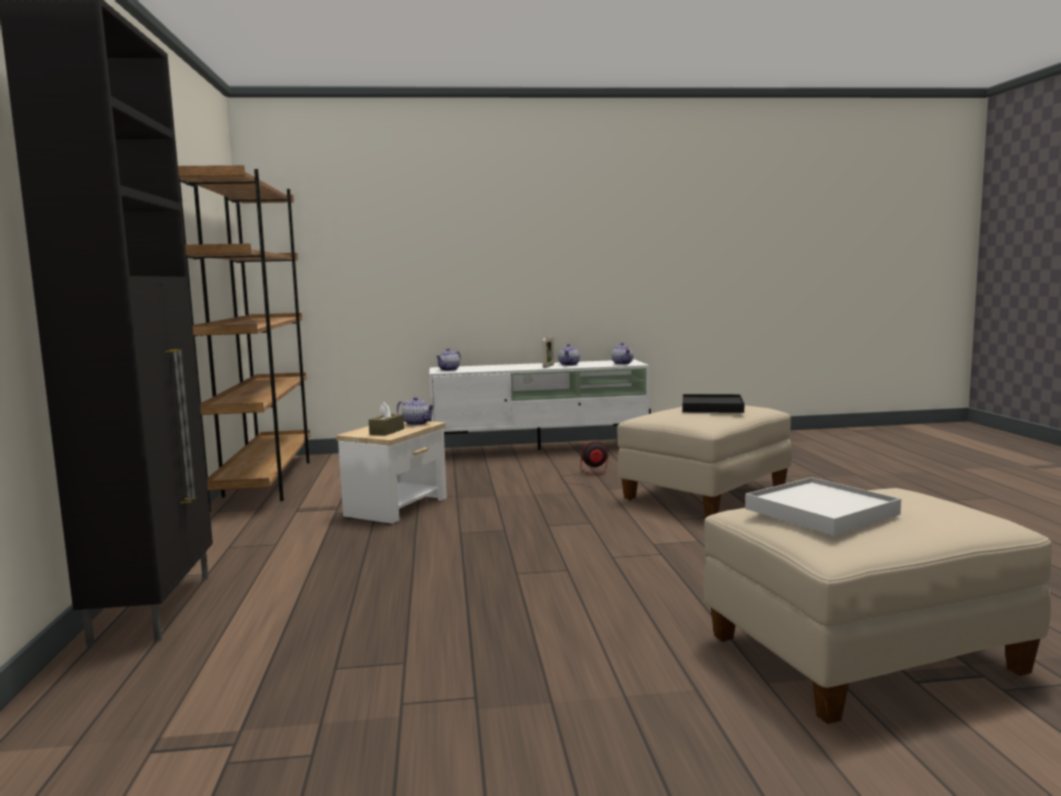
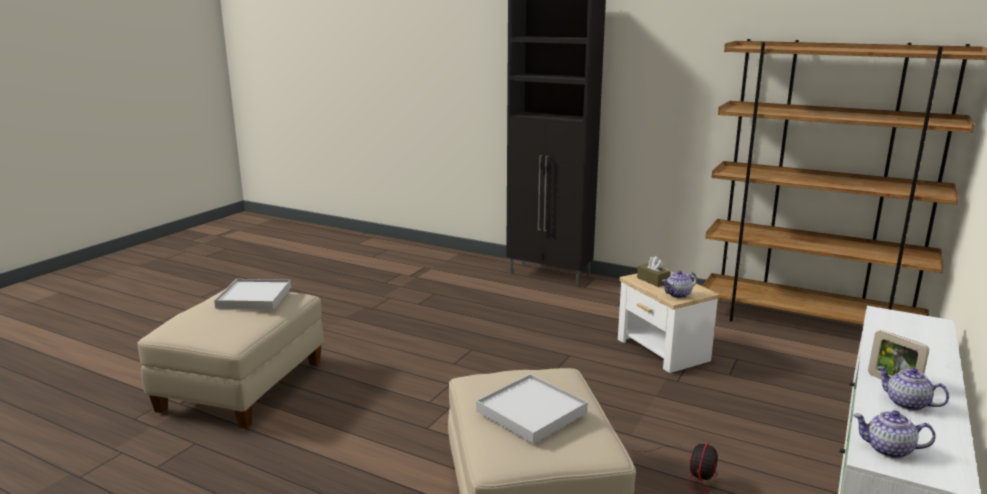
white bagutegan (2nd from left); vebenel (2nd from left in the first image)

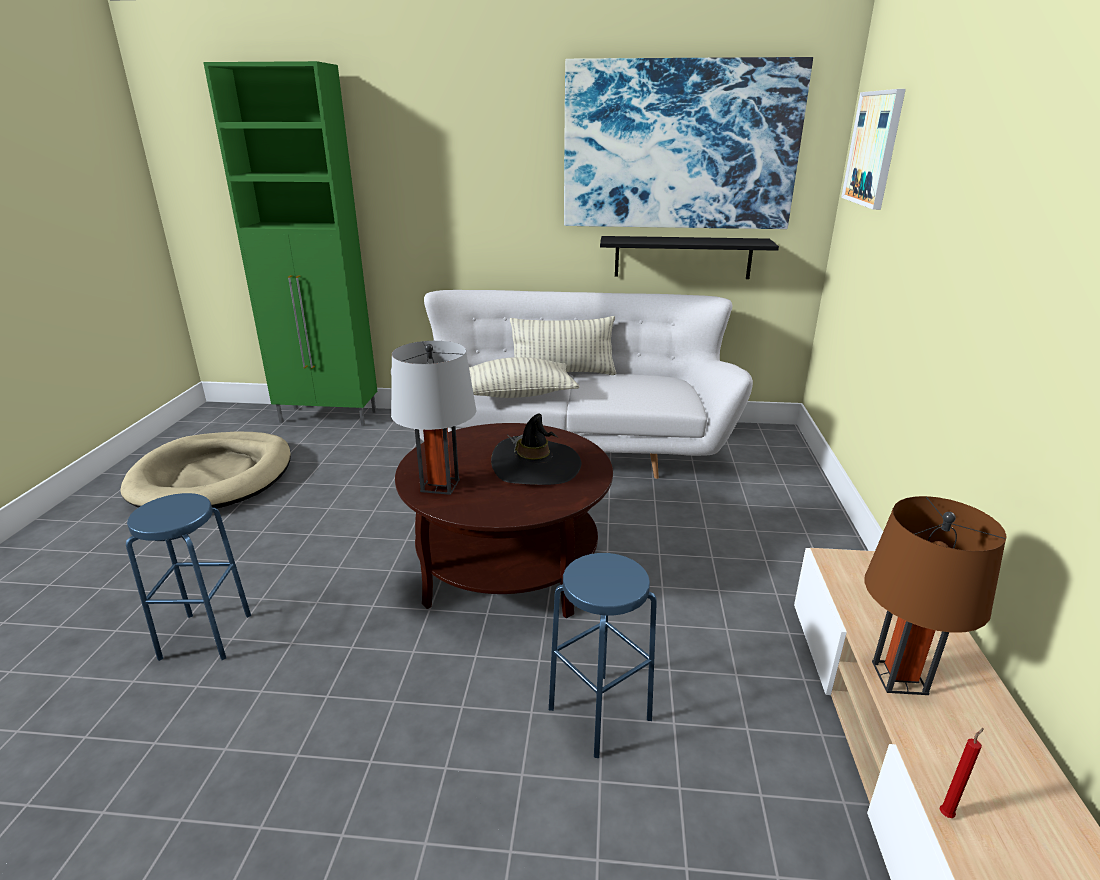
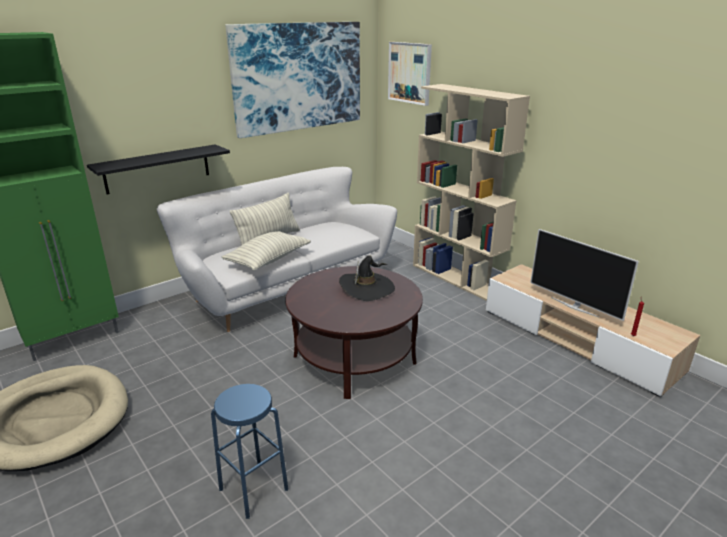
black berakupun; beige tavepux; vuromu; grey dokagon; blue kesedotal (2nd from left in the first image)

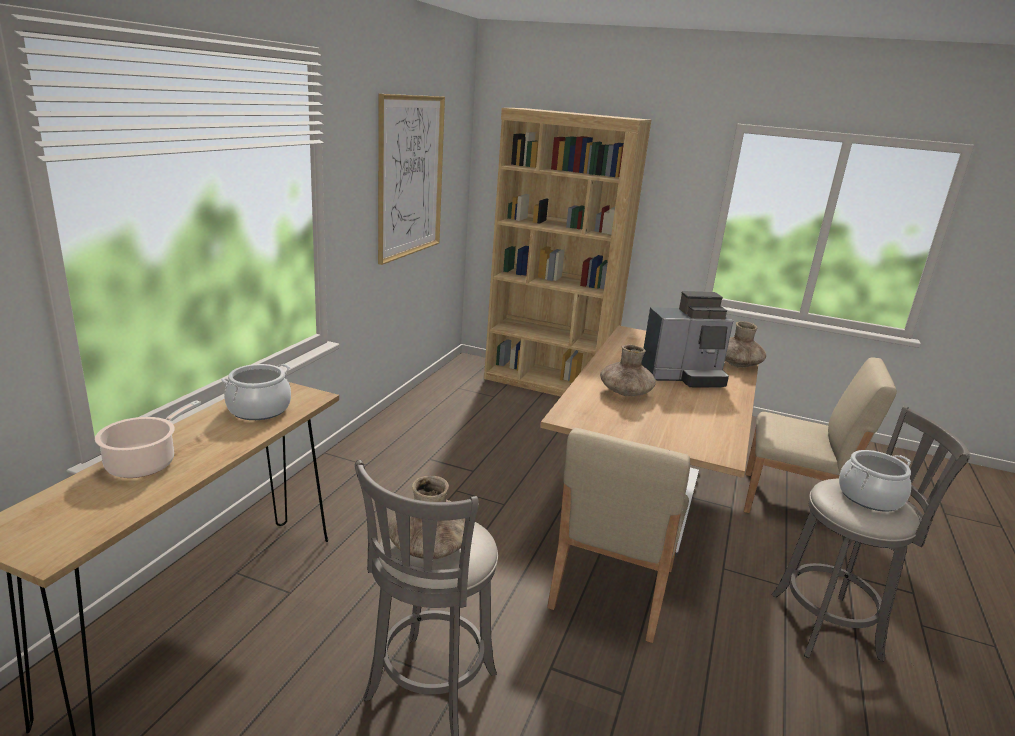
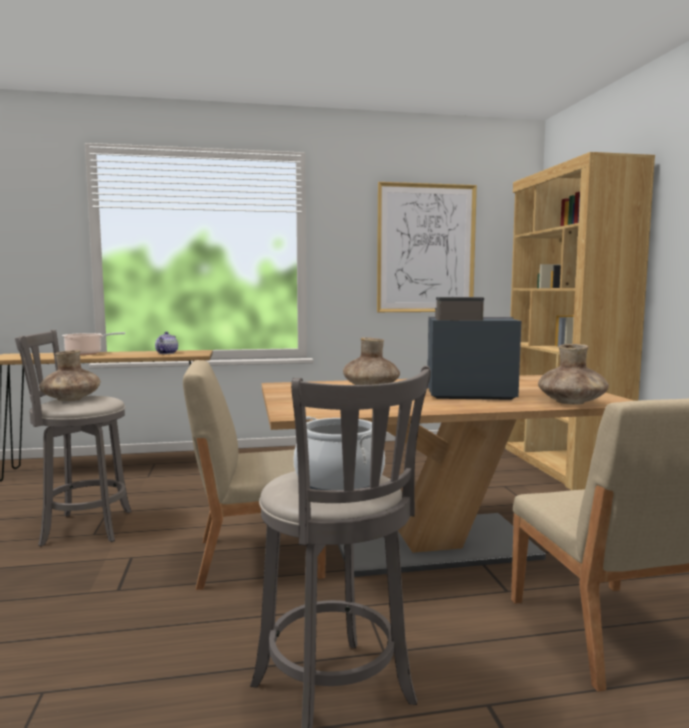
vebenel; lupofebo

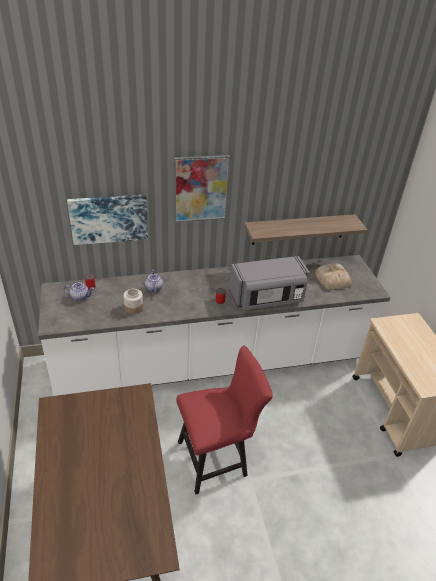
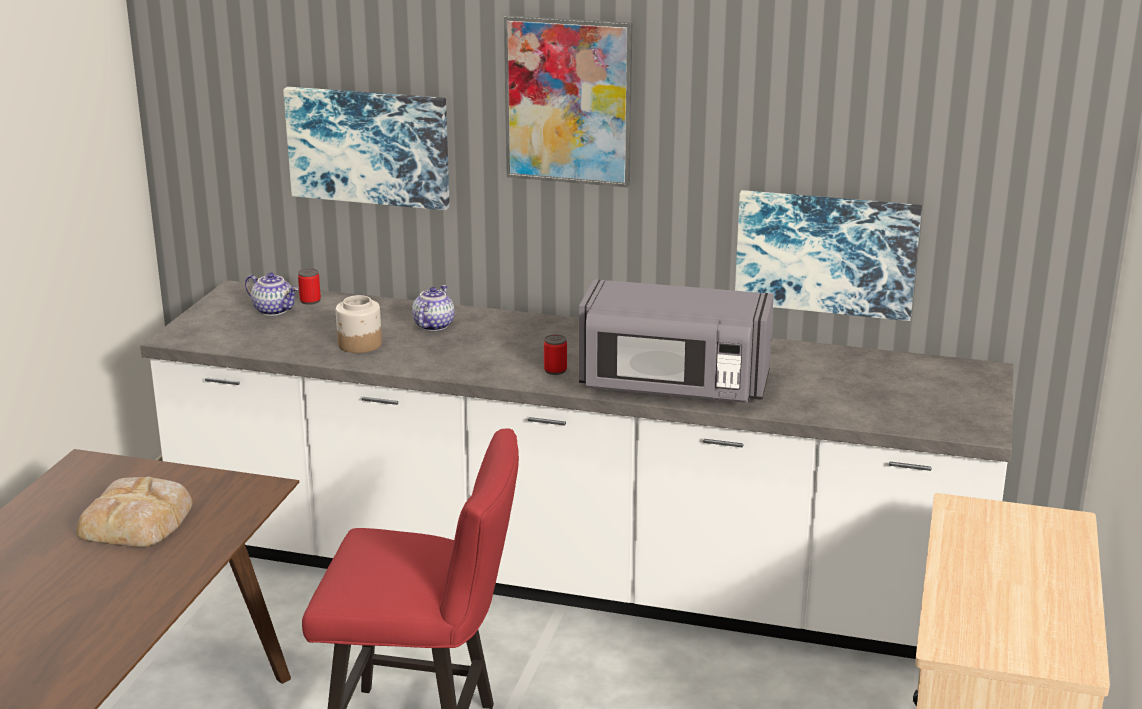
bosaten; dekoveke (3rd from left)

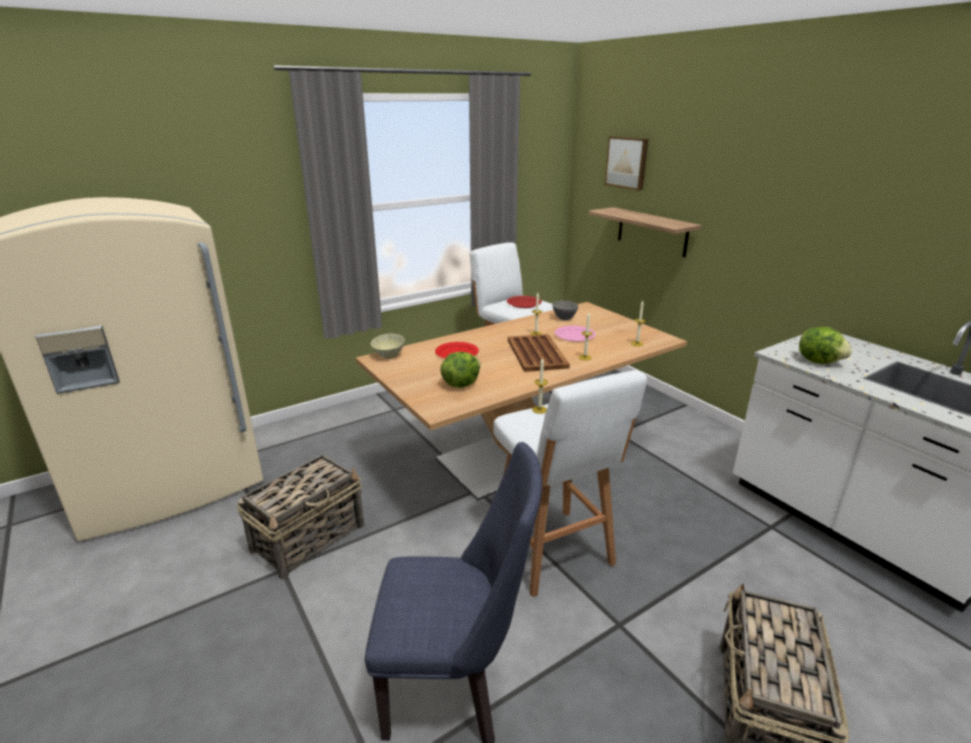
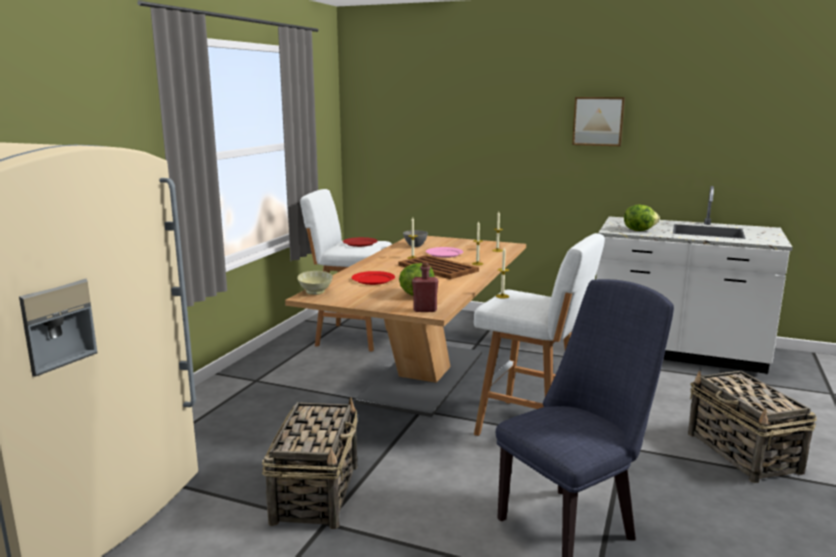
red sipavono; dekoveke; berakupun

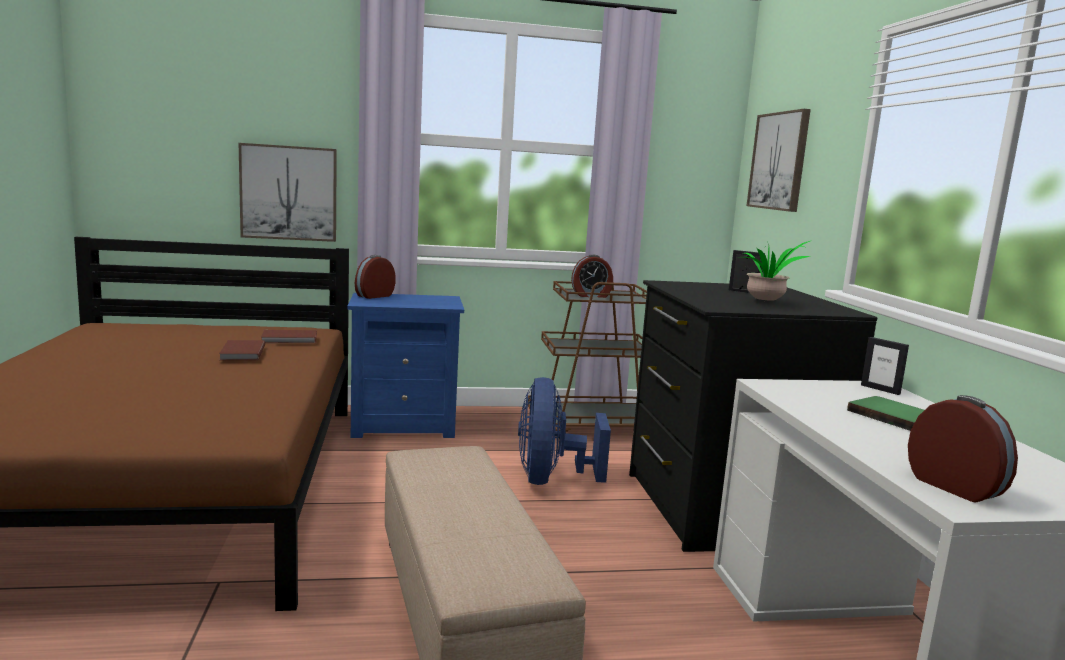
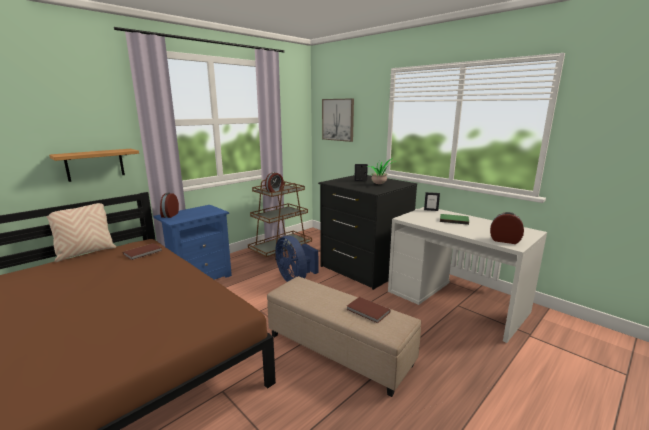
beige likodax; berakupun; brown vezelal (2nd from left)

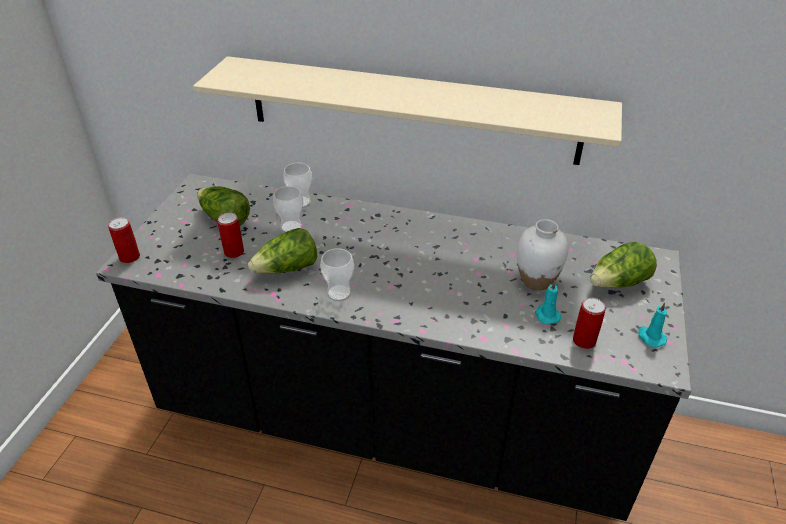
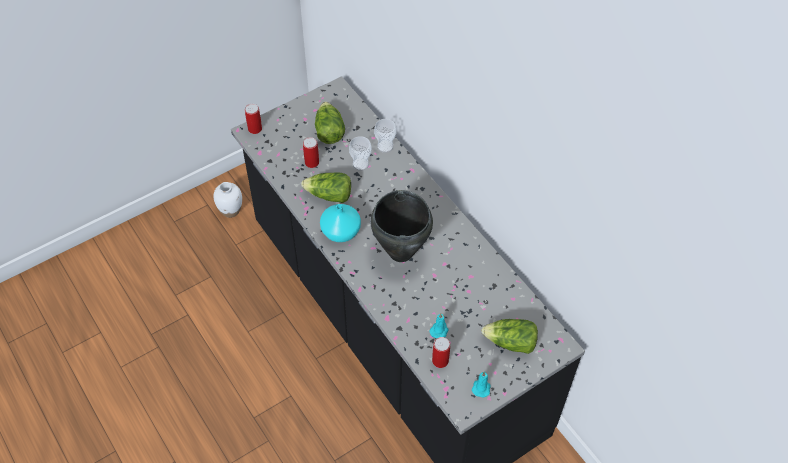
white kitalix; turquoise kitalix; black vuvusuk; beige berakupun

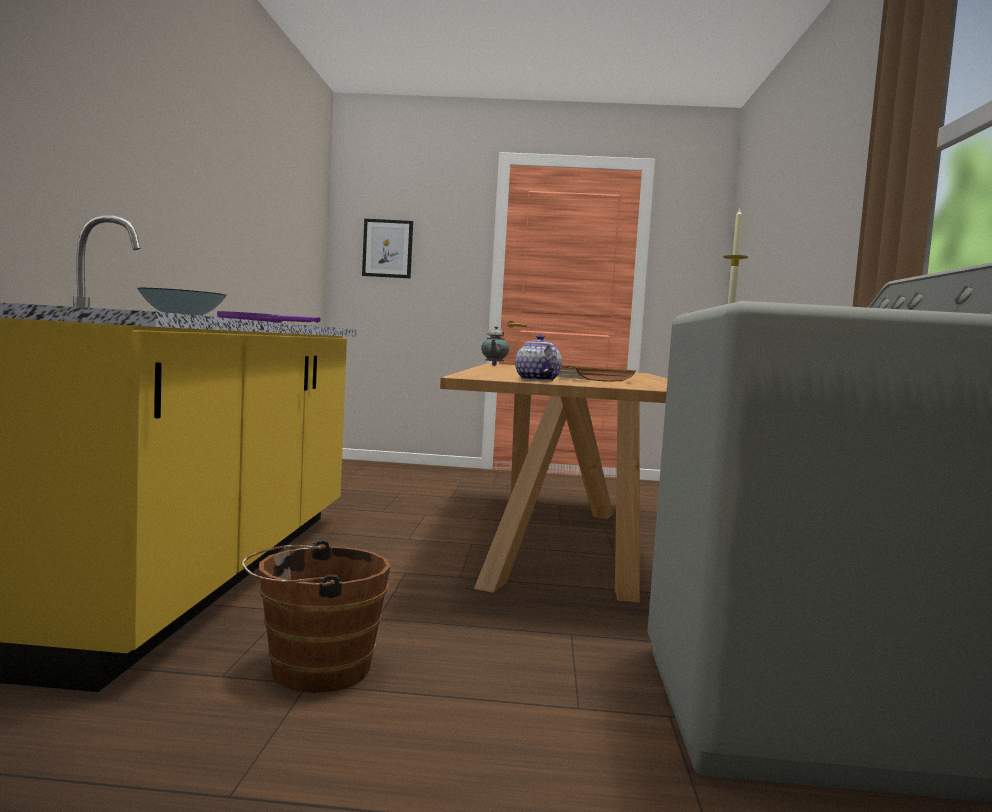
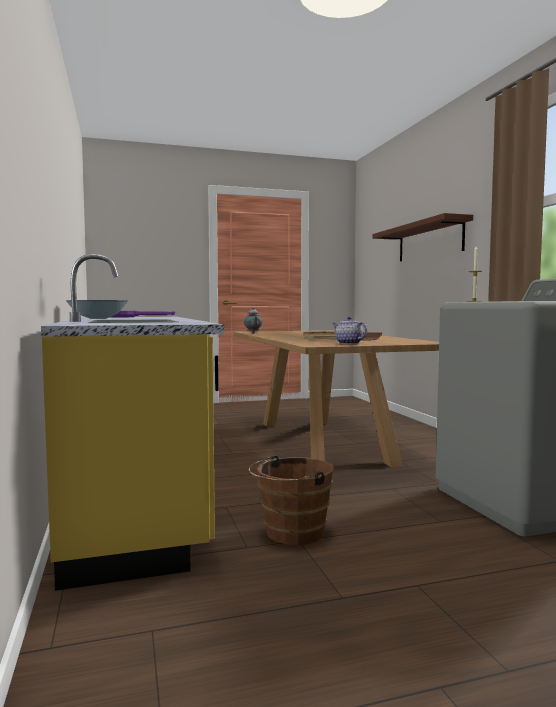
brown berakupun; dekoveke

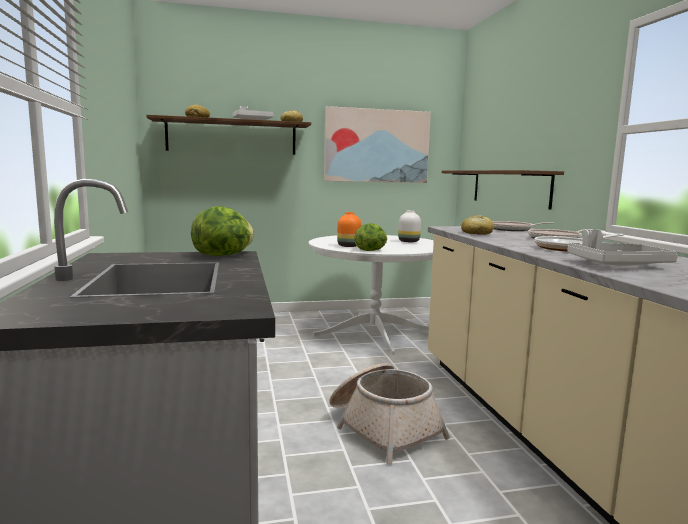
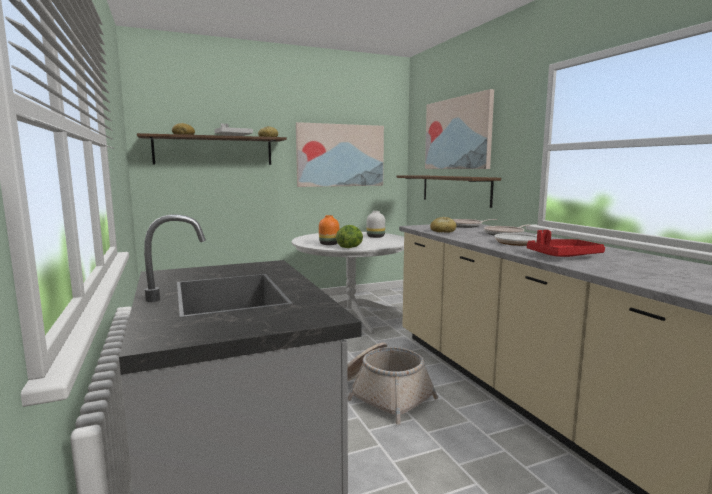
dekoveke (2nd from left); red bagutegan; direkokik (1st from left in the first image)

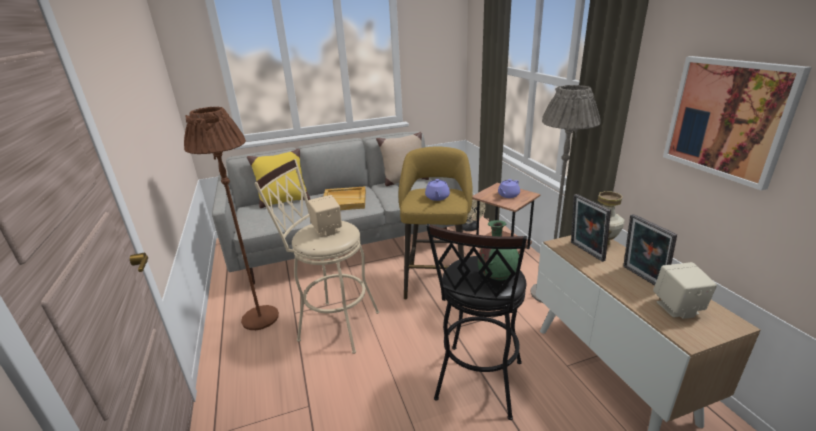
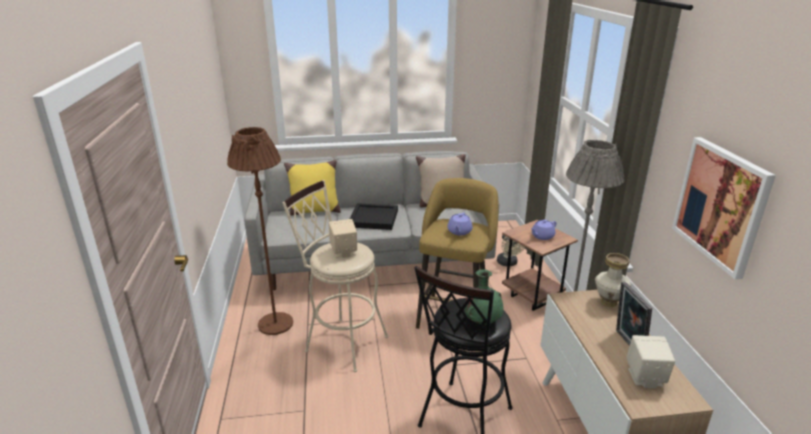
black bagutegan; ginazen (1st from left in the first image)

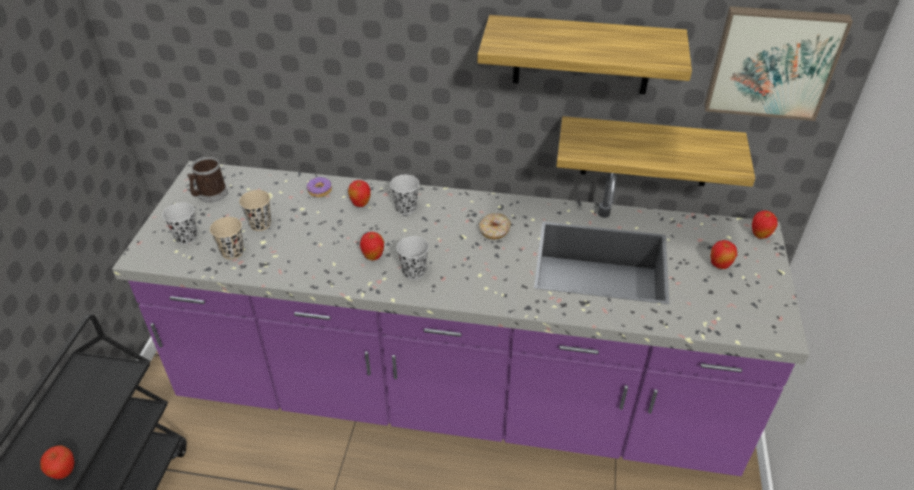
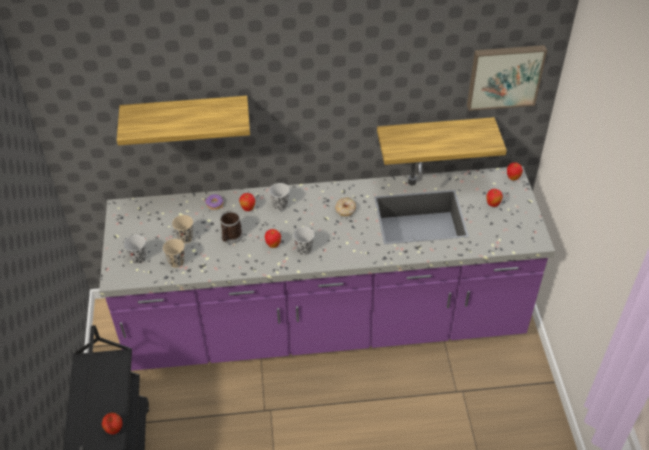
berakupun (1st from left); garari

